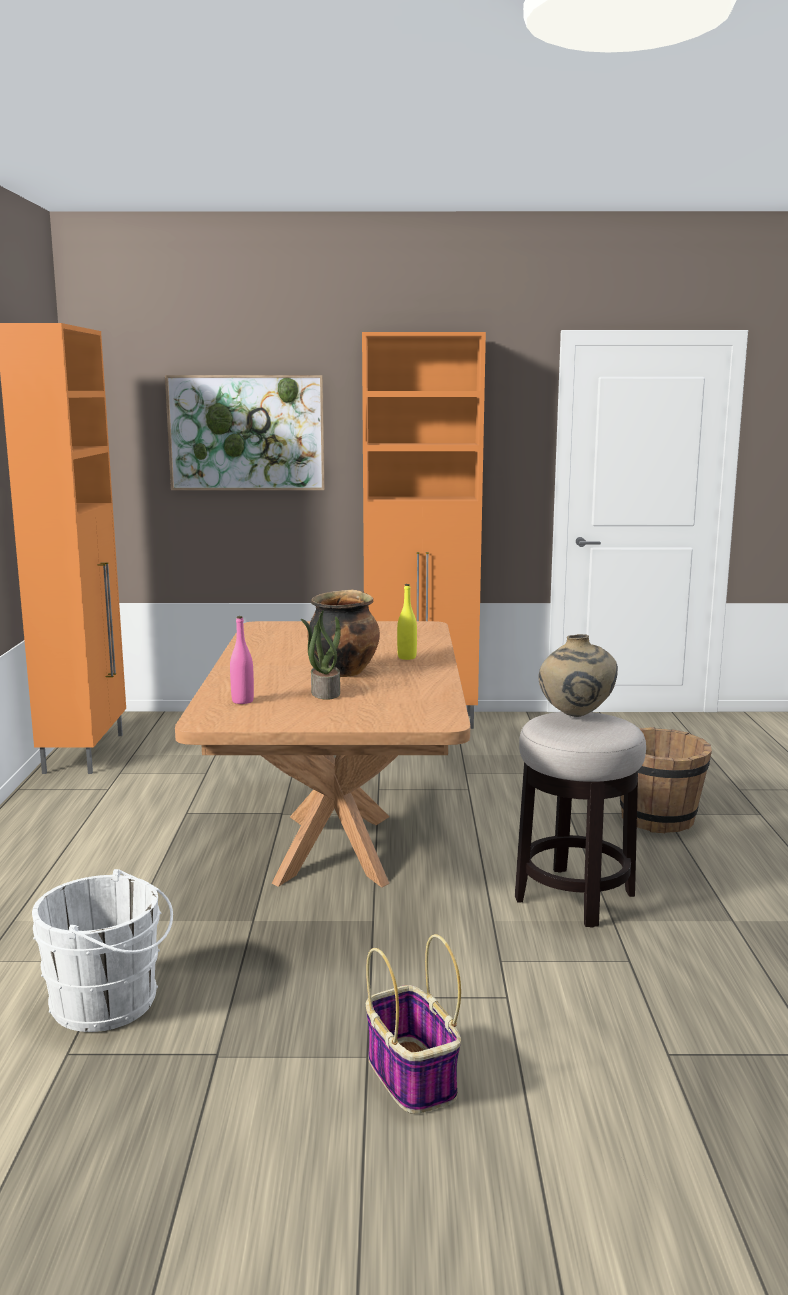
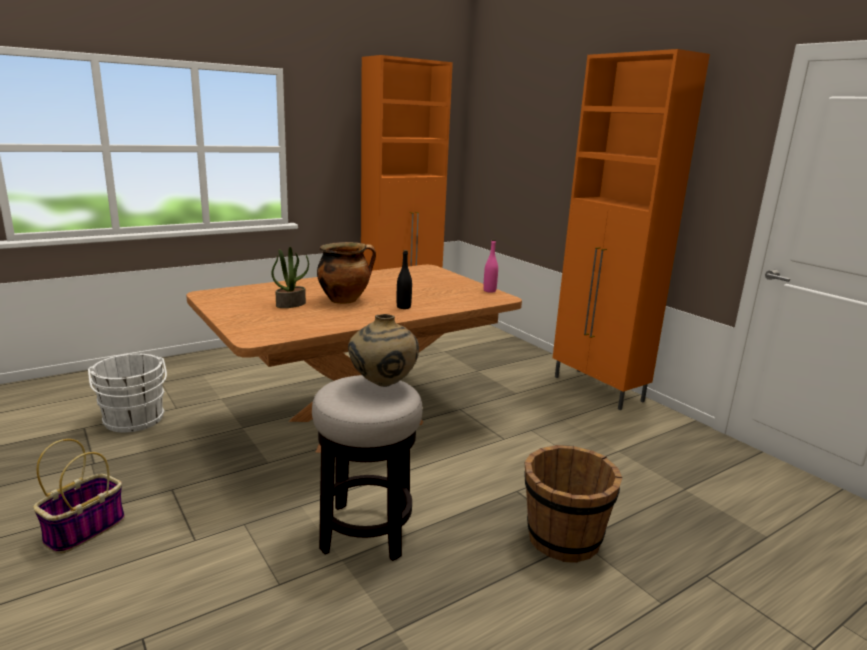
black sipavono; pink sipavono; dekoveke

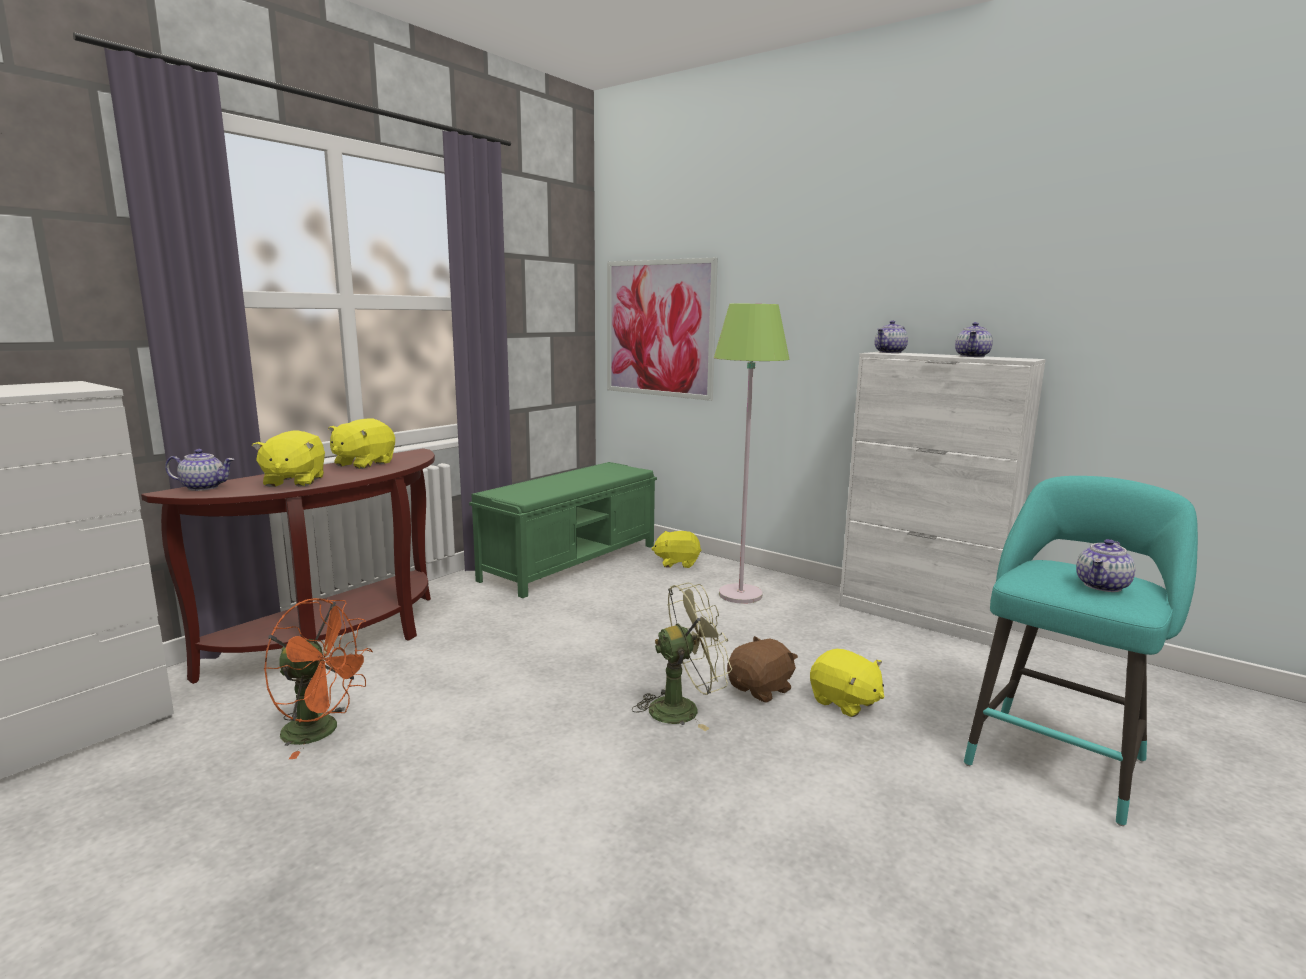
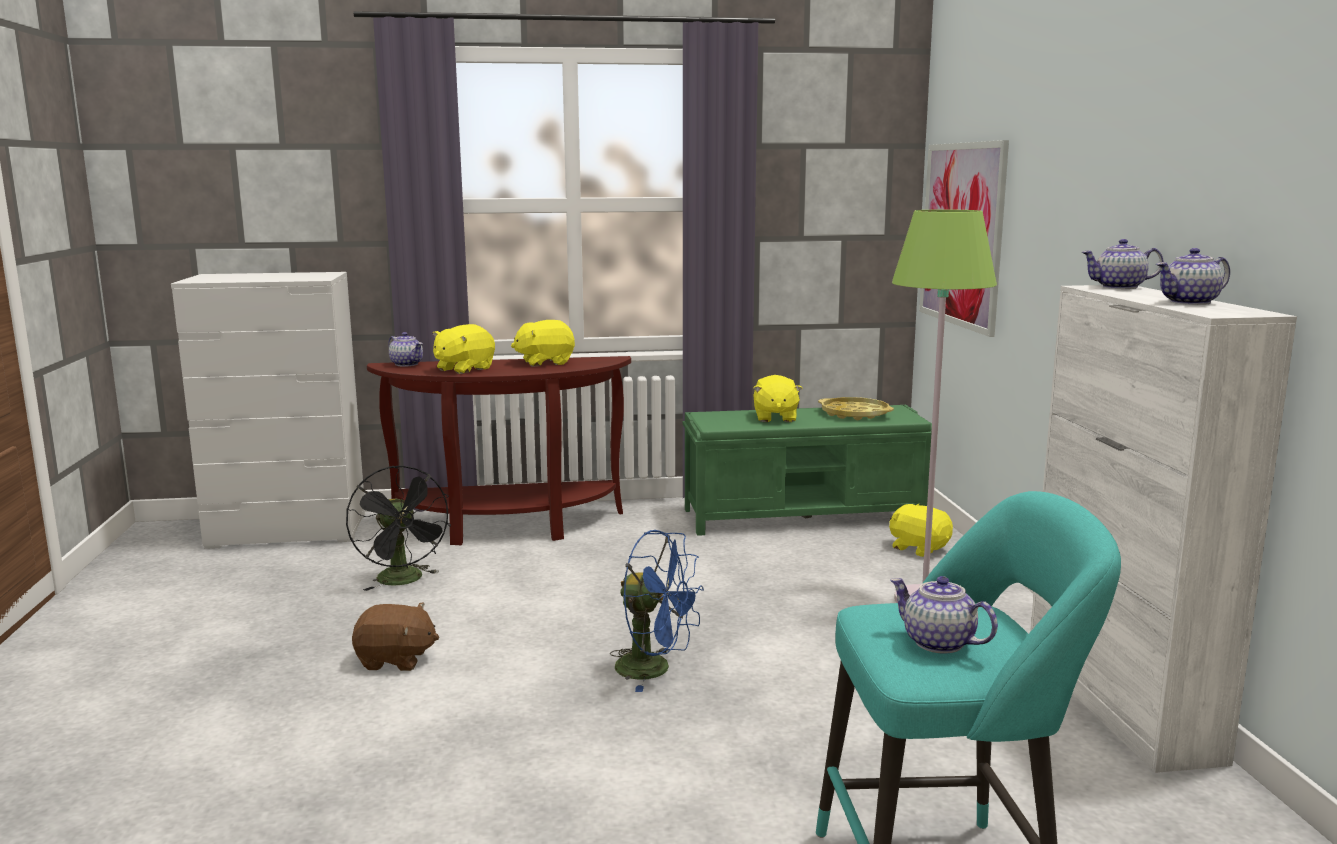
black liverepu; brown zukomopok; blue liverepu; yellow zukomopok (3rd from left); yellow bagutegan; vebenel (2nd from left)

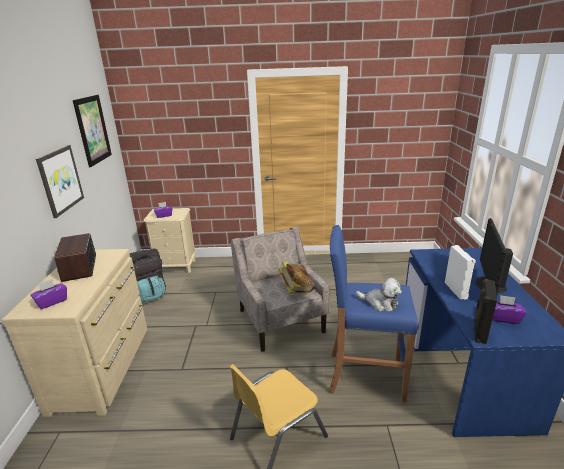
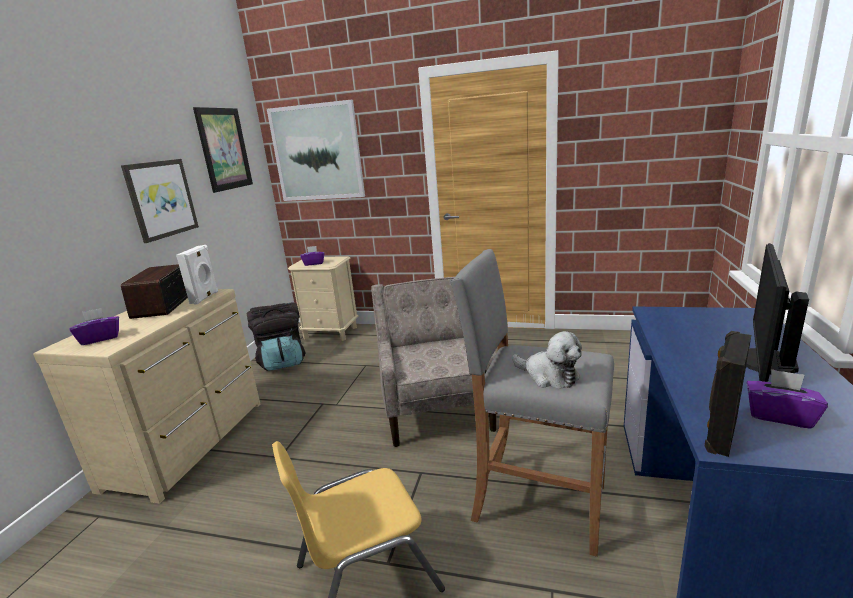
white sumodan; dekoveke (3rd from left); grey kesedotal; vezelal

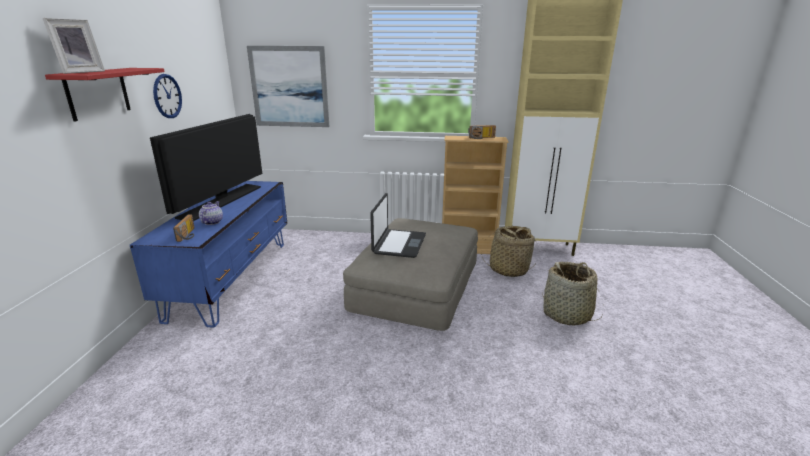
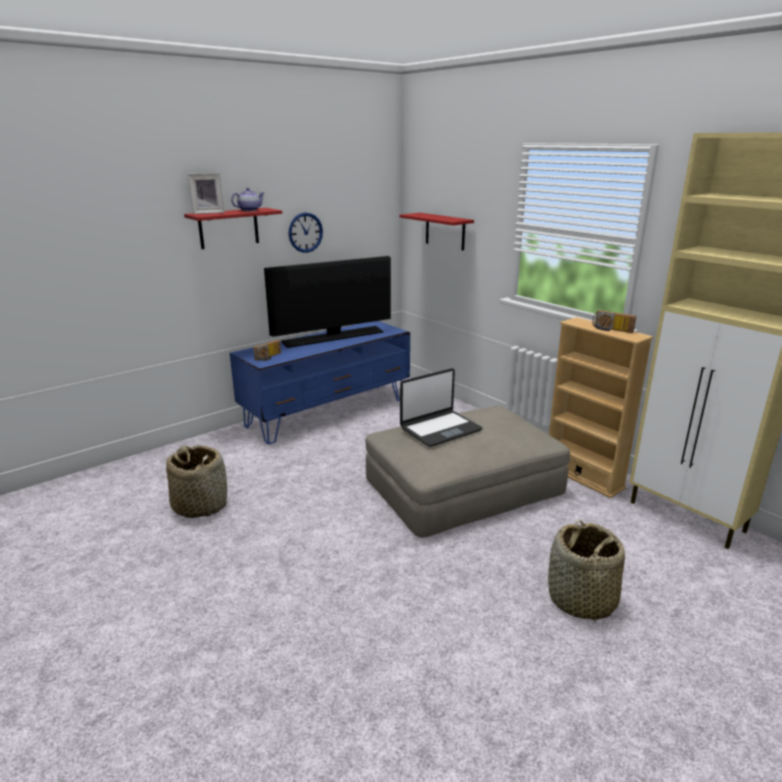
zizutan (1st from left); vebenel; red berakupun (2nd from left)

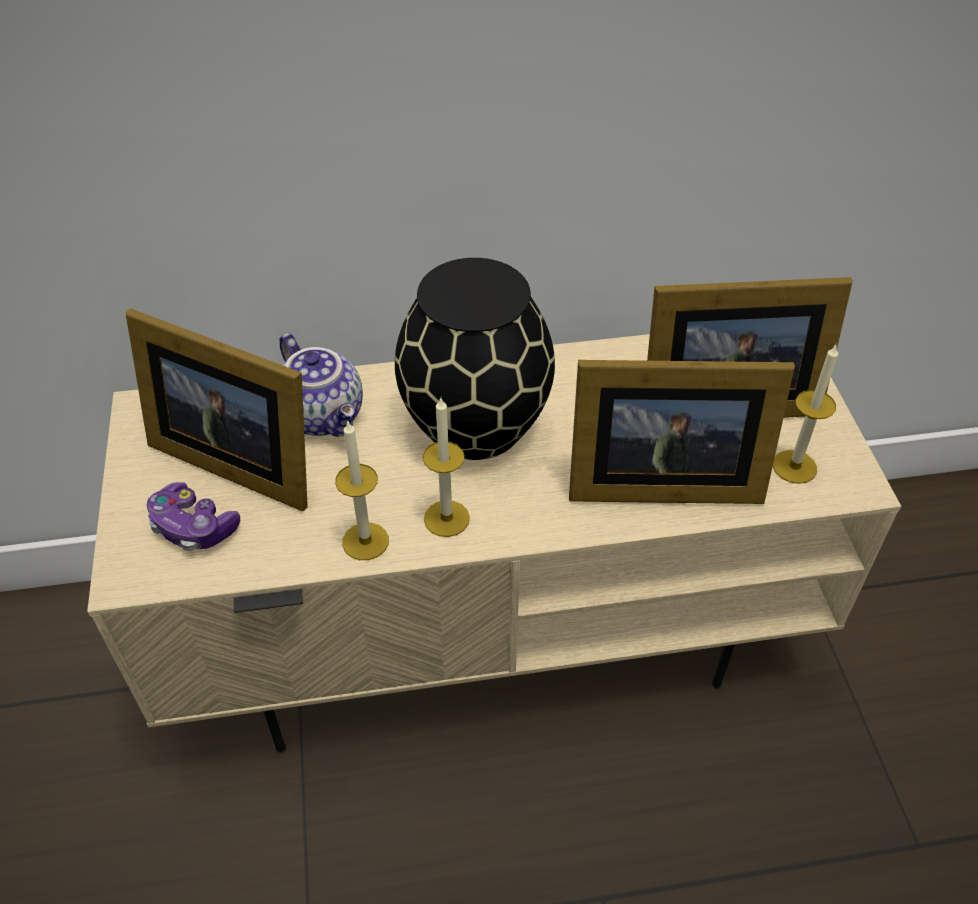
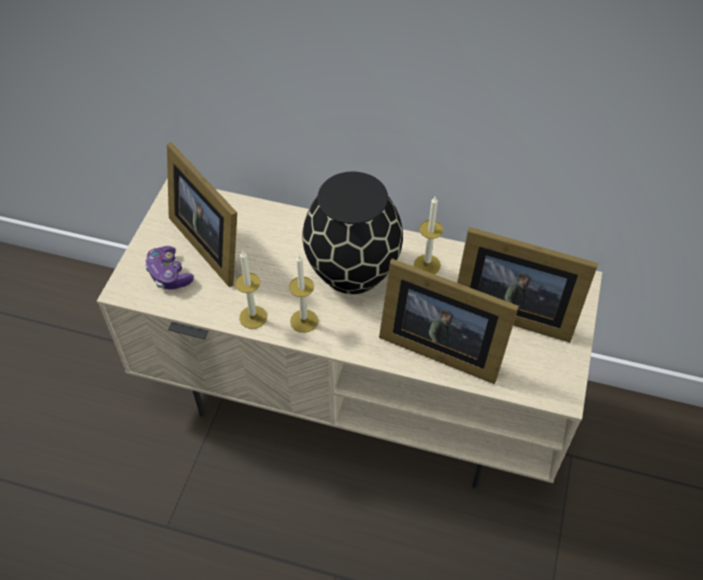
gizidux (3rd from left); vebenel

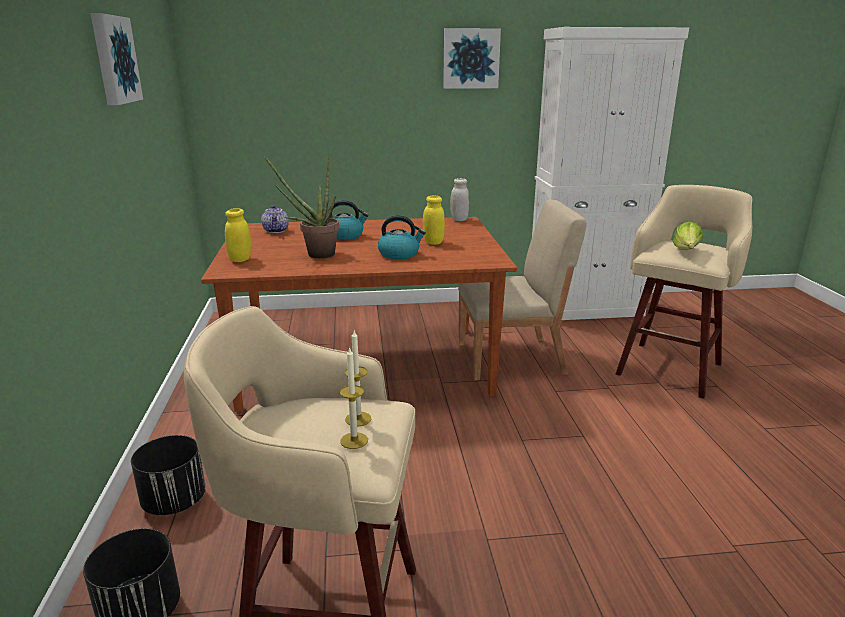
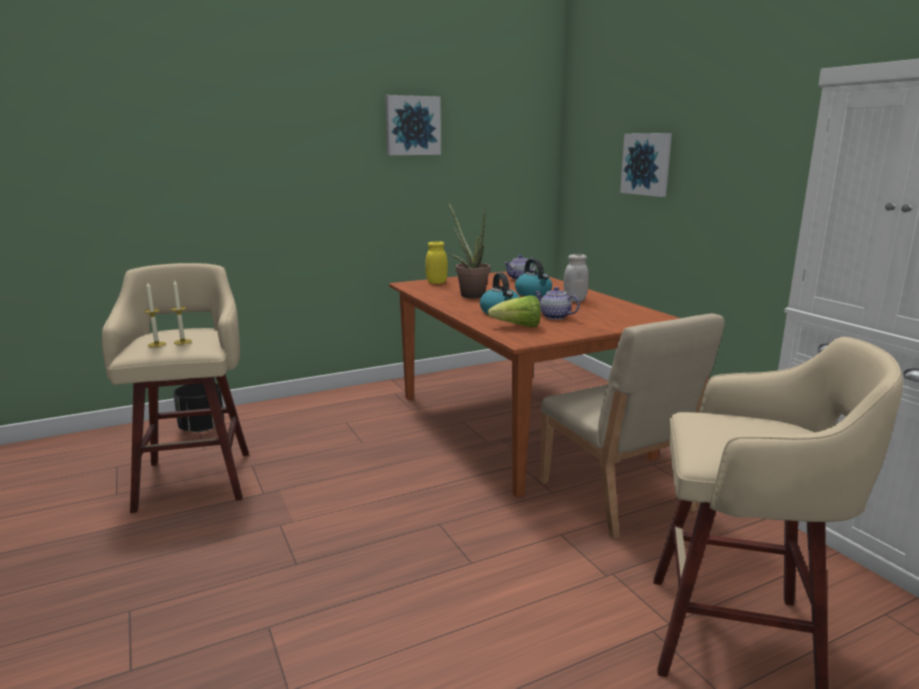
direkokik; vebenel (2nd from left); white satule; dekoveke (2nd from left); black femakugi (2nd from left in the first image)

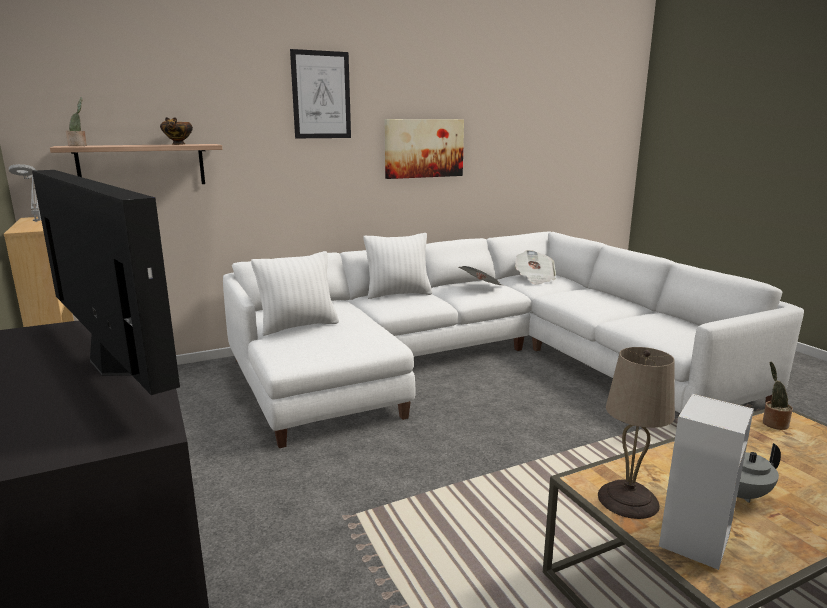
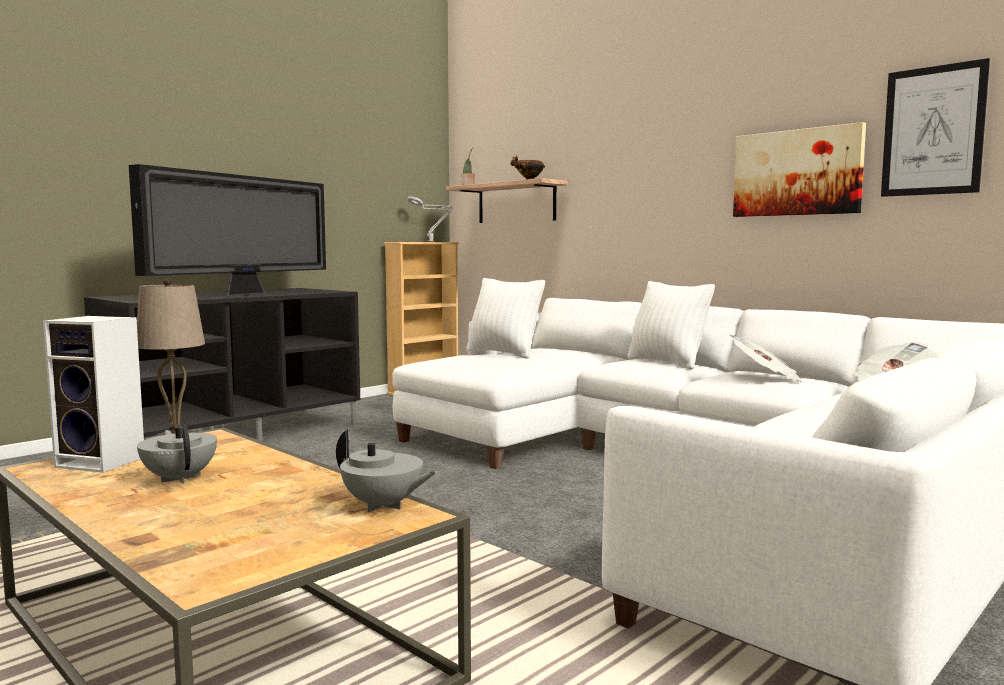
grey vebenel (2nd from left); dekoveke (2nd from left)

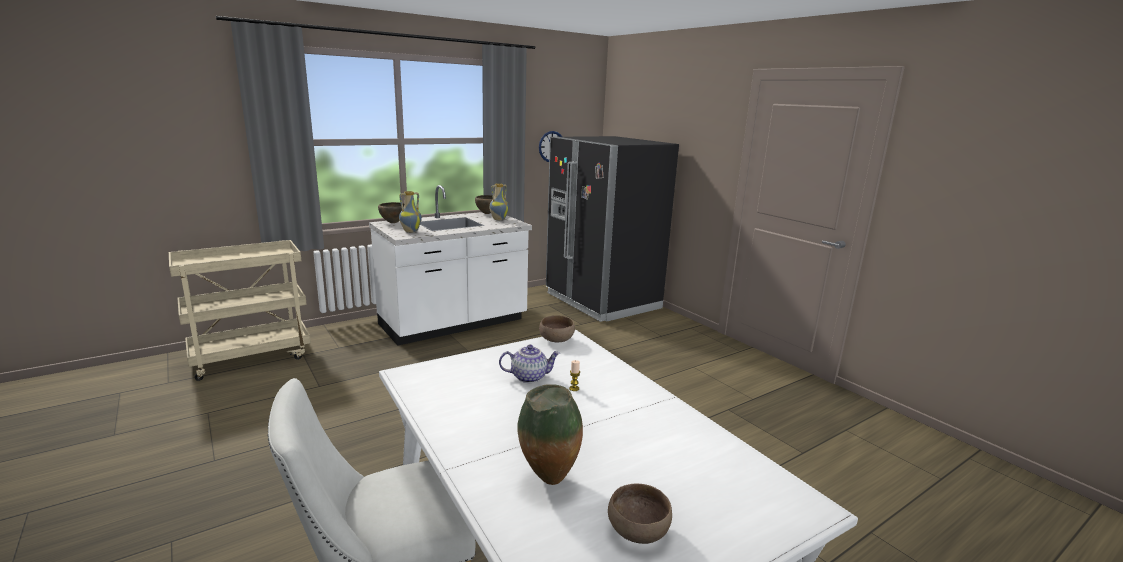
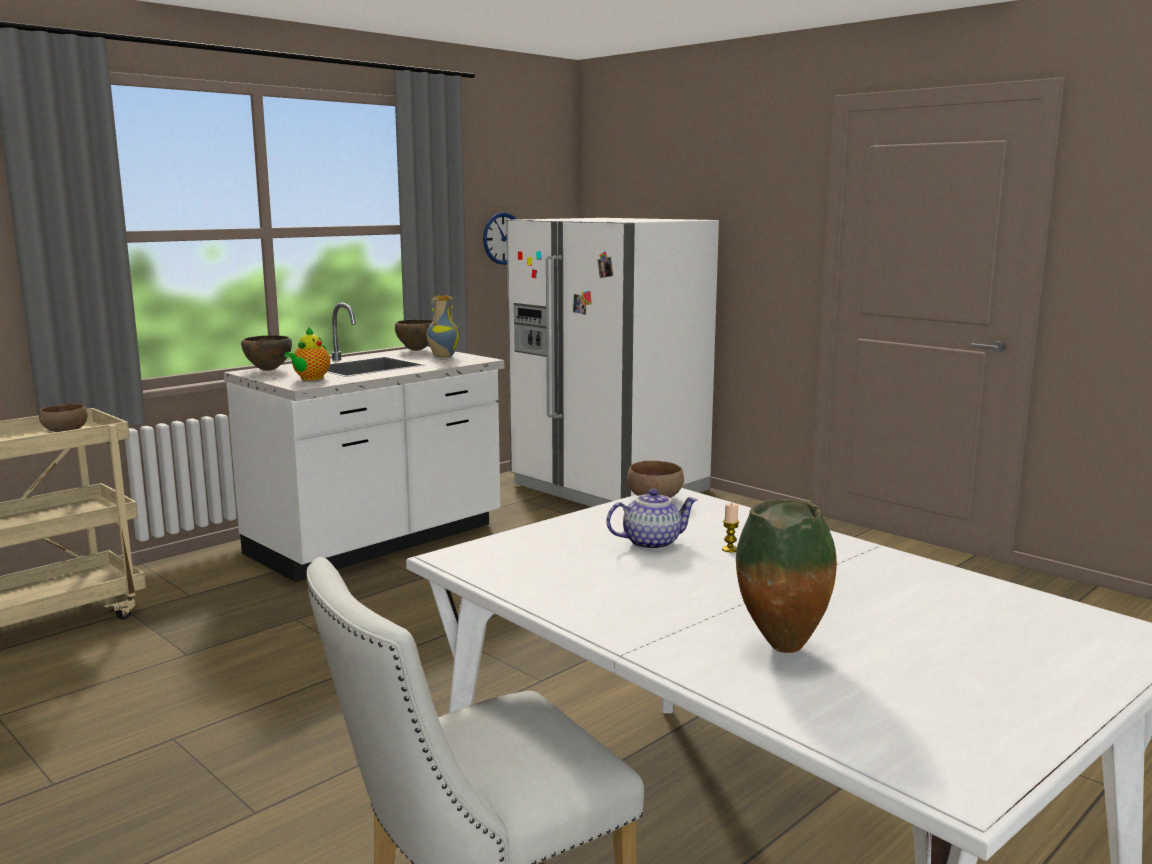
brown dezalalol (1st from left); vebenel (1st from left); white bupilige

